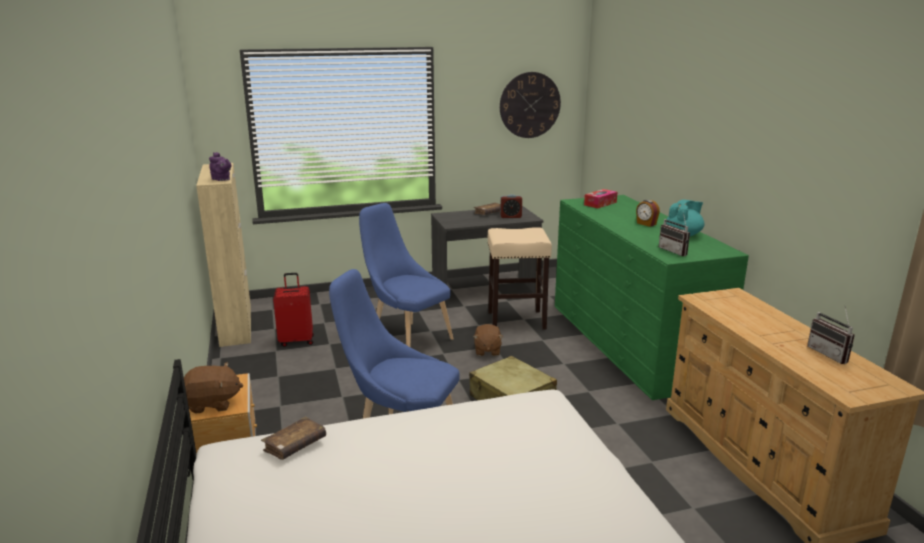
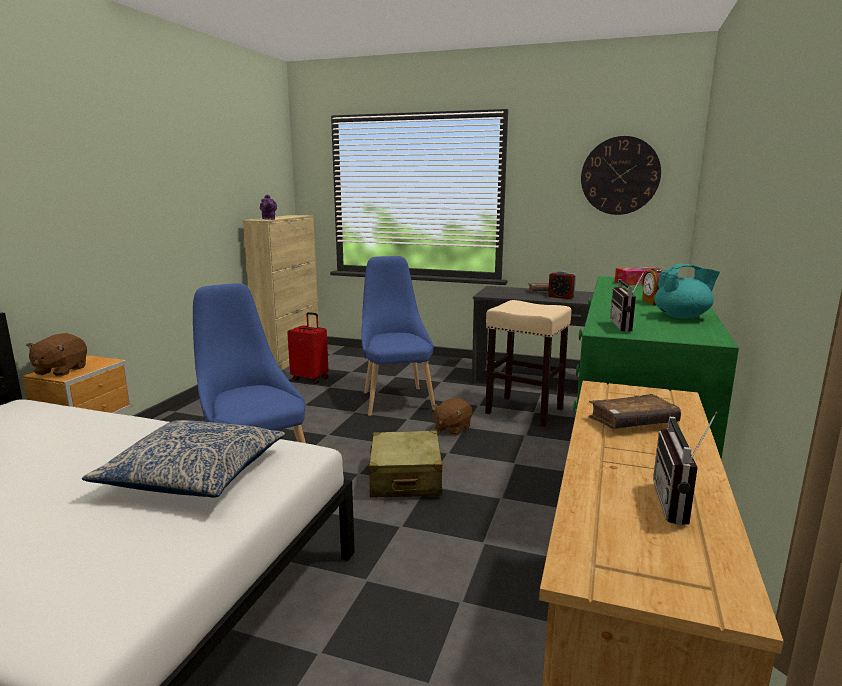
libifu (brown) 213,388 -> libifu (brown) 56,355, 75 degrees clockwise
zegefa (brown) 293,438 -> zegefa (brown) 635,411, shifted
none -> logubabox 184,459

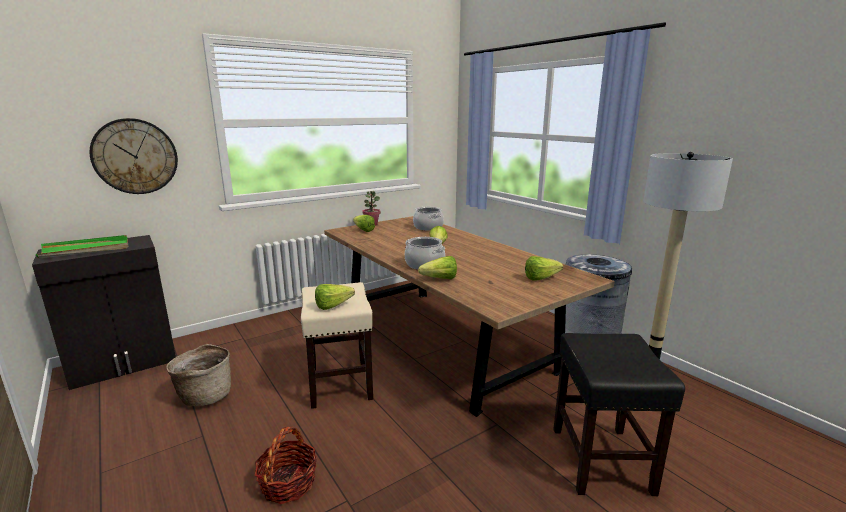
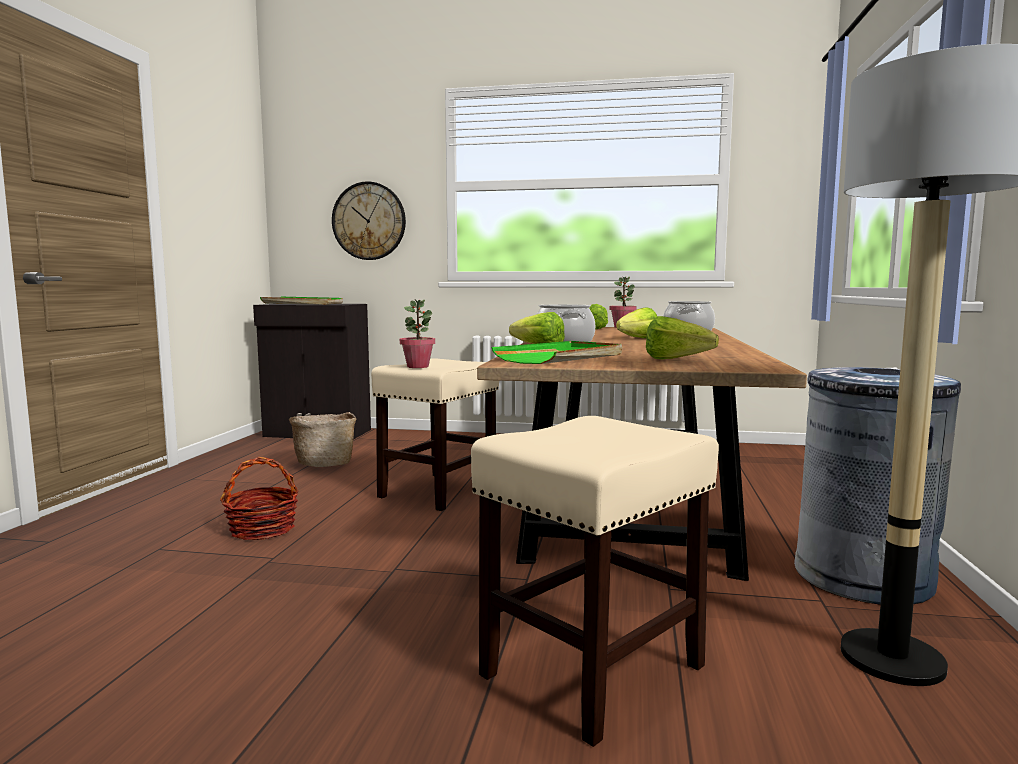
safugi 335,297 -> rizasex 417,333
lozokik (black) 619,414 -> lozokik (beige) 595,581
none -> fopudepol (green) 556,352

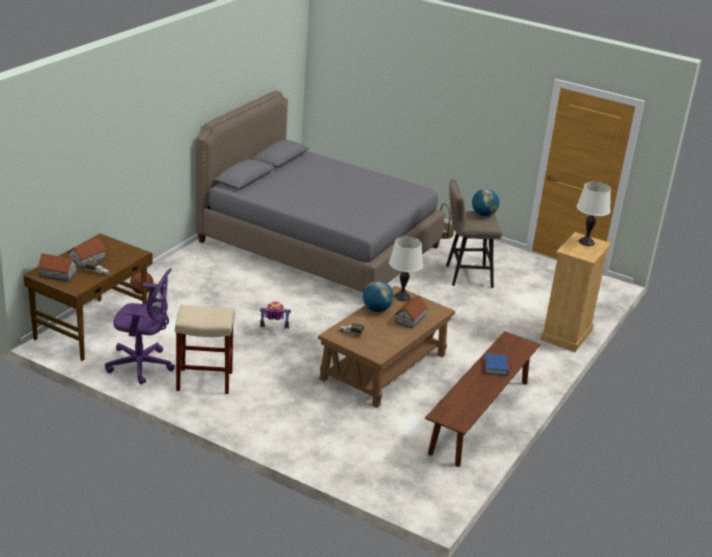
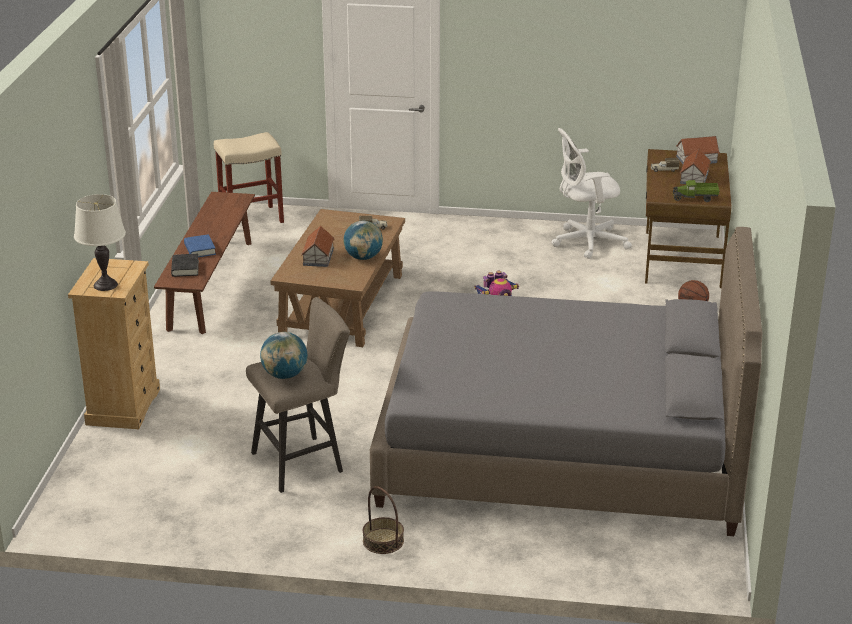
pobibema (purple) 140,326 -> pobibema (white) 591,193
lozokik (beige) 205,349 -> lozokik (beige) 249,177, shifted
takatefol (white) 406,269 -> none
none -> zegefa (black) 185,265
none -> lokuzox 695,191

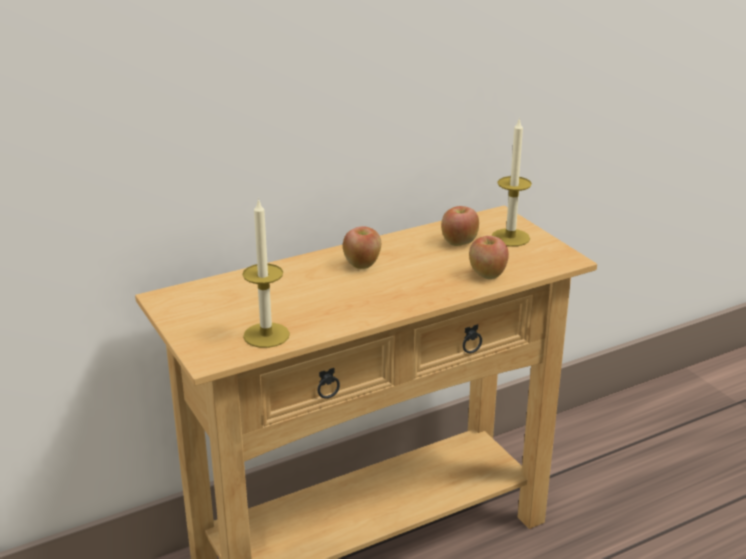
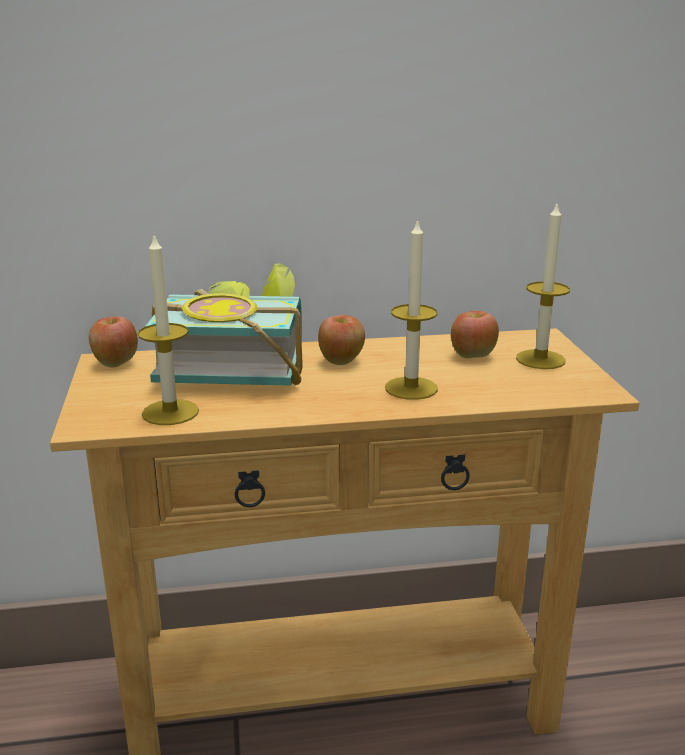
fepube 489,257 -> fepube 113,342, shifted
none -> zegefa 224,324
none -> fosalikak 411,309

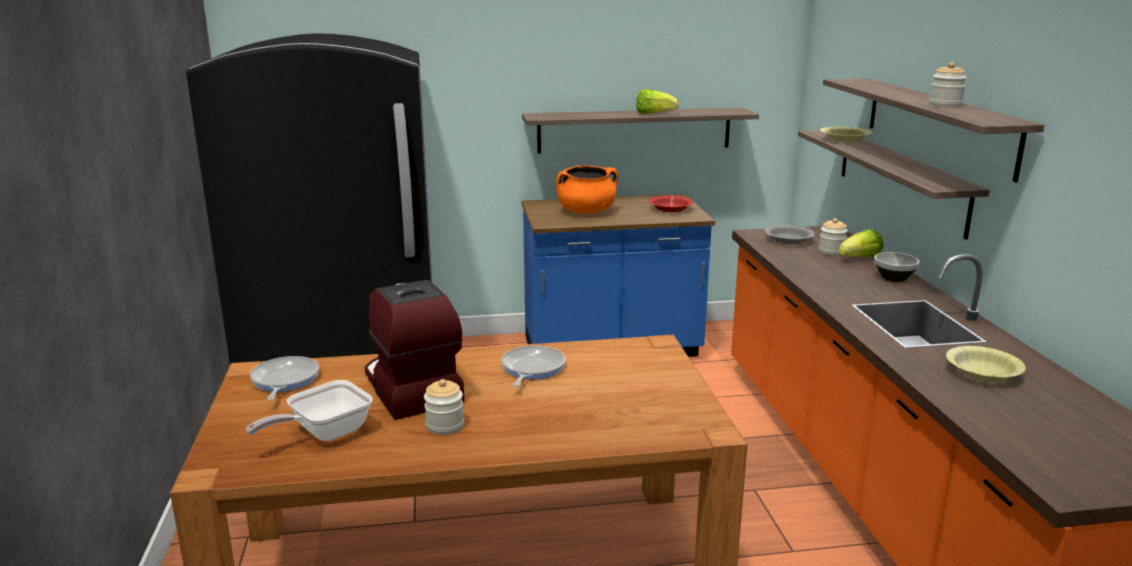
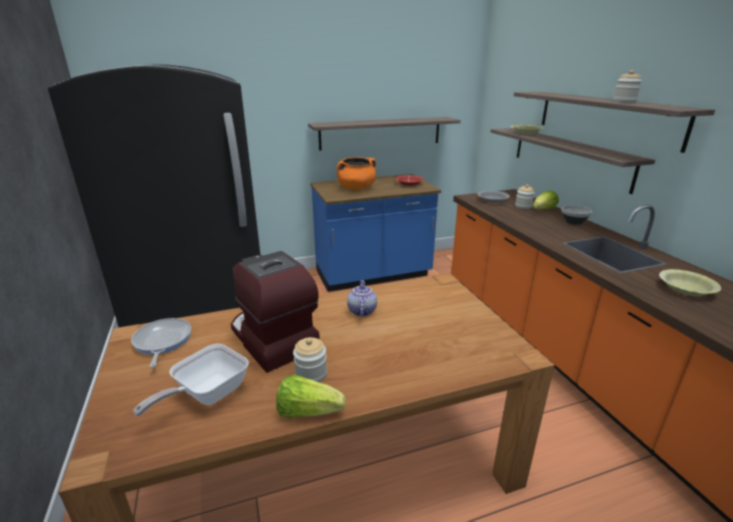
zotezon 533,366 -> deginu 362,298
safugi 657,101 -> safugi 311,396, shifted

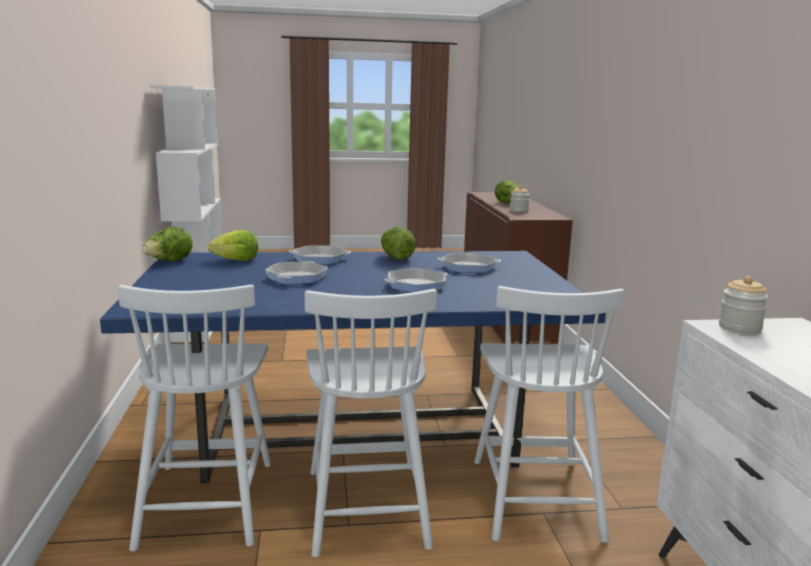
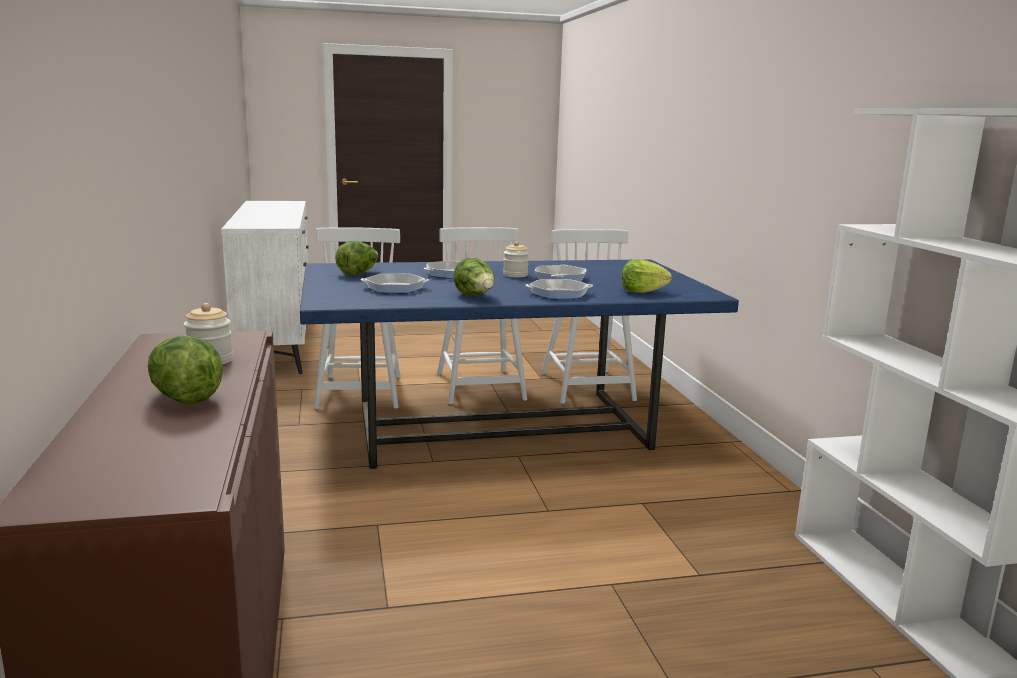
safugi 167,244 -> safugi 356,258, shifted
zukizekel 743,305 -> zukizekel 516,259, shifted

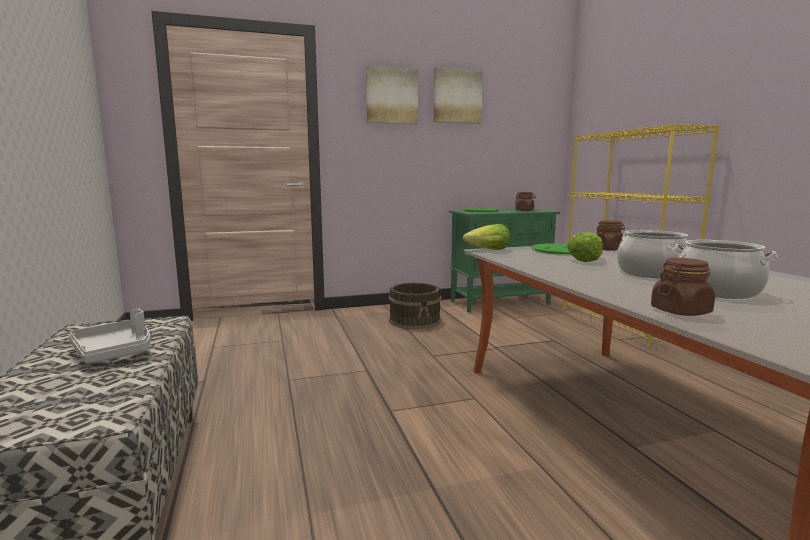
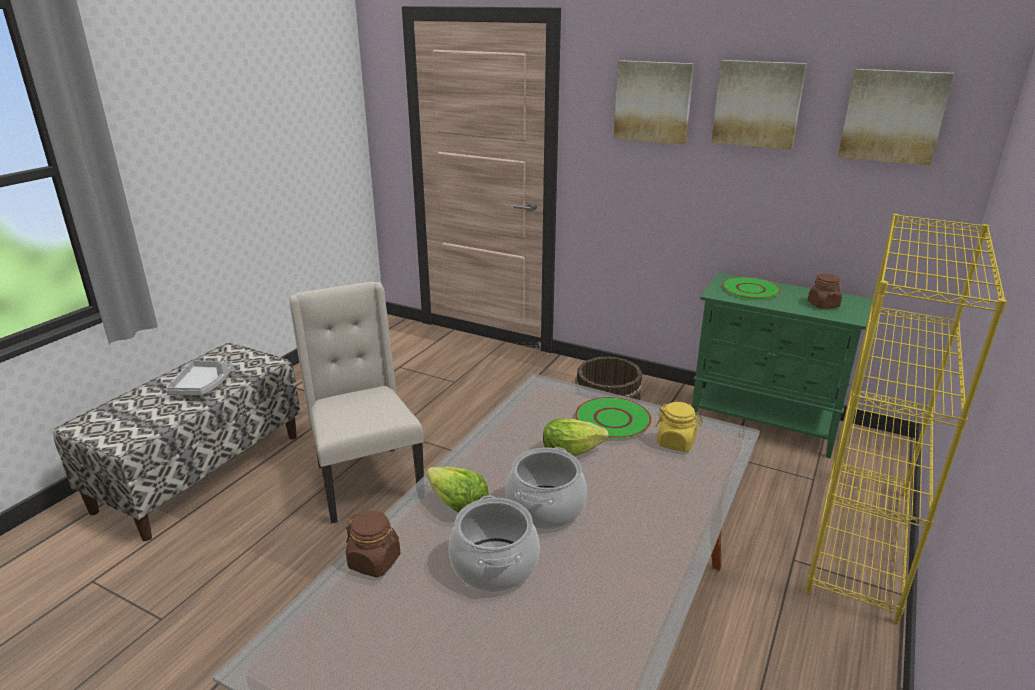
safugi 486,237 -> safugi 457,490, shifted
zukizekel (brown) 610,235 -> zukizekel (yellow) 679,427
none -> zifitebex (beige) 356,402
none -> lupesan 896,117

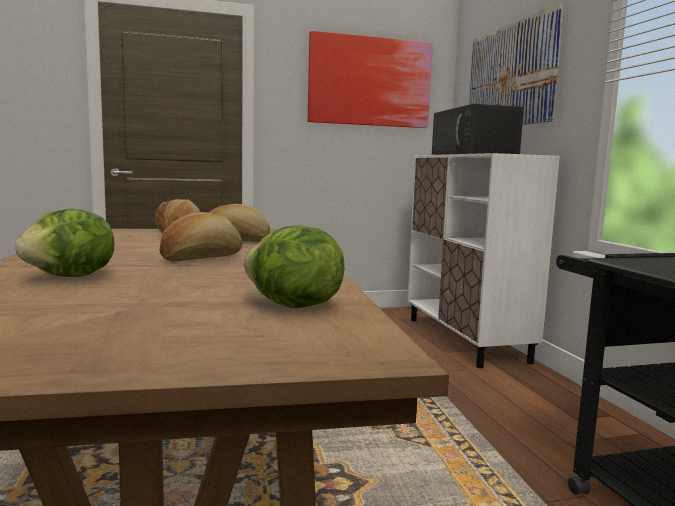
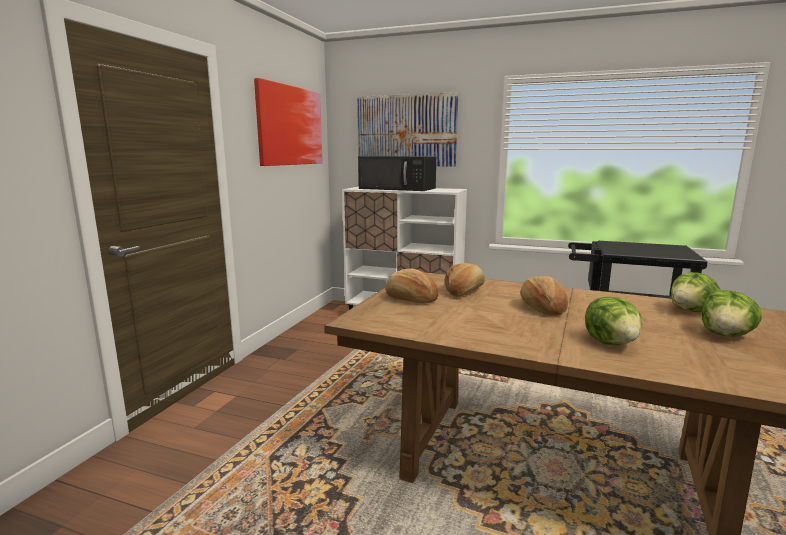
none -> safugi 732,313

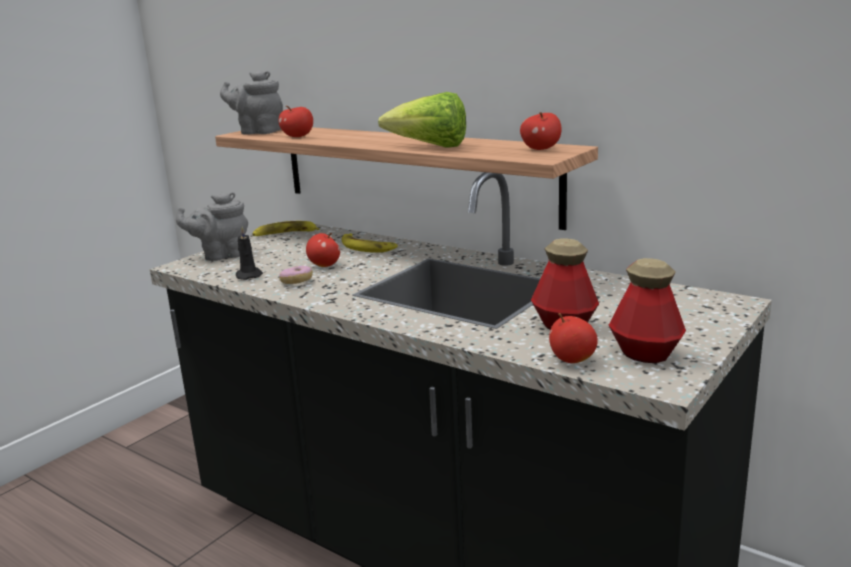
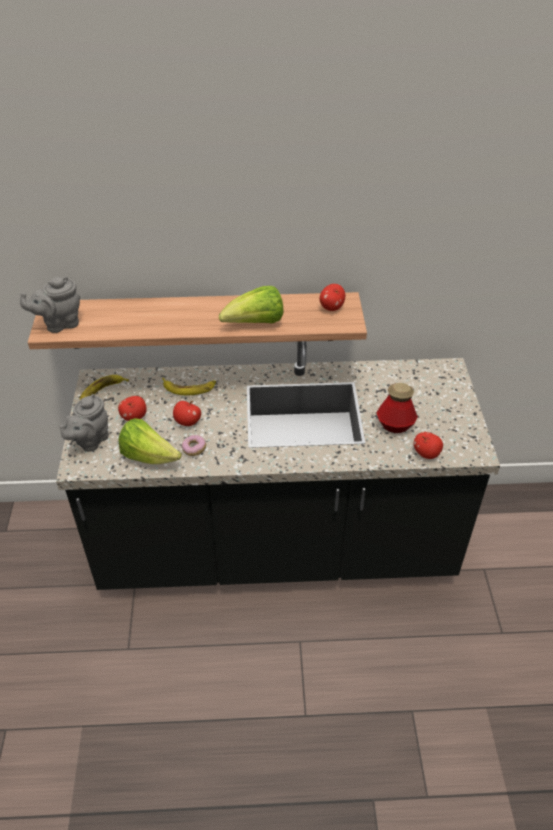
fosalikak (black) 249,253 -> safugi 150,441
fepube 296,121 -> fepube 132,408, shifted
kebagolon 647,310 -> none

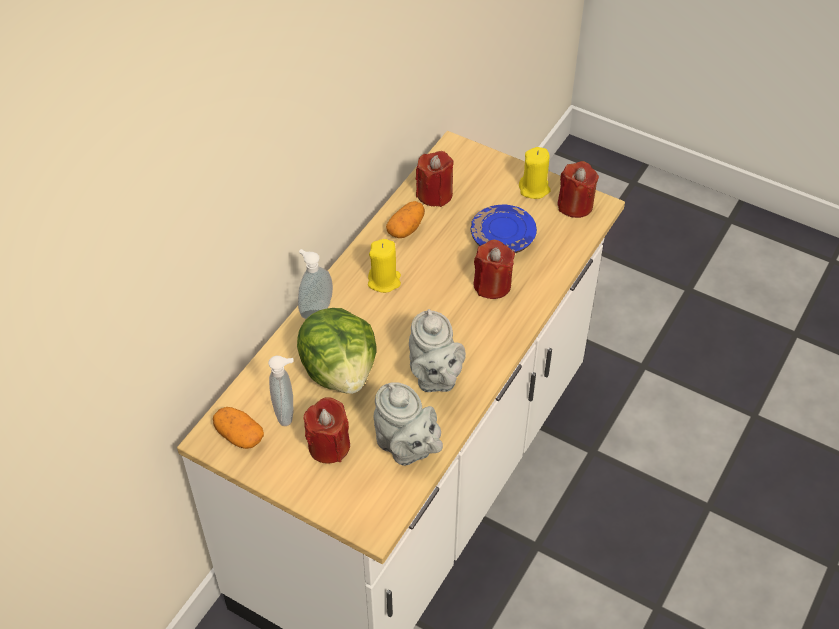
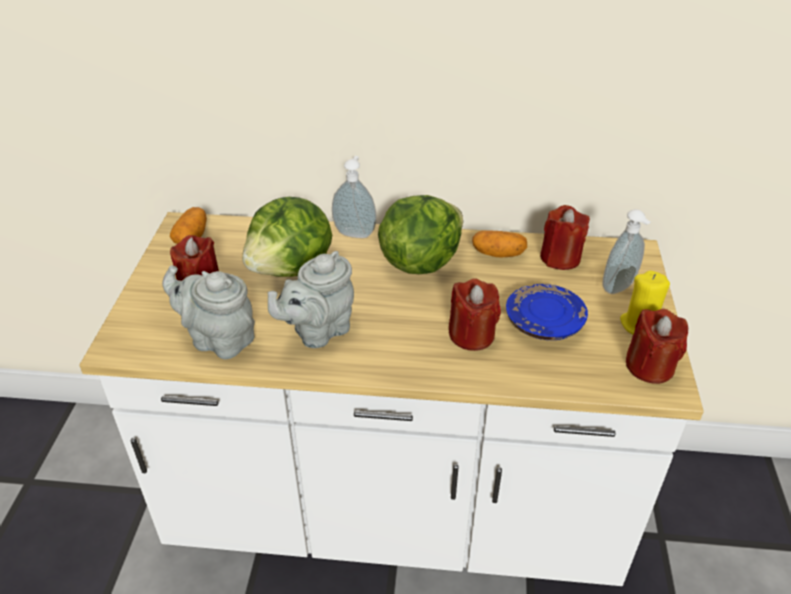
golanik 281,391 -> golanik 626,251, shifted
fosalikak (yellow) 384,266 -> safugi 420,234
deginu (grey) 408,424 -> deginu (grey) 208,312, 90 degrees clockwise

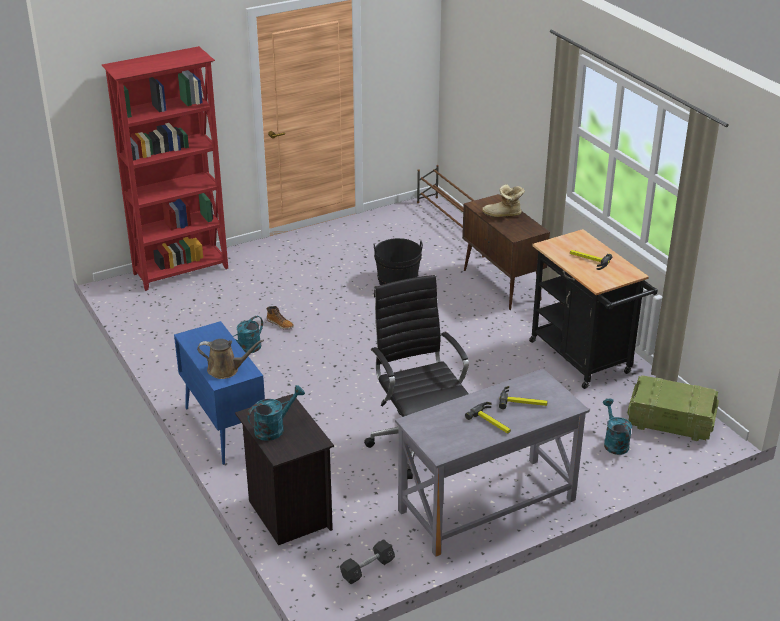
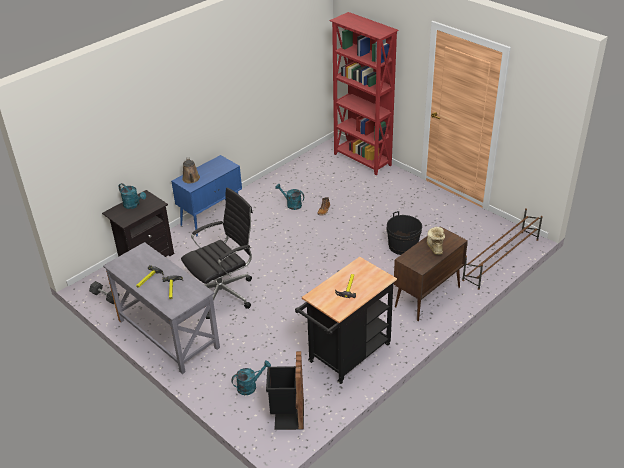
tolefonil 673,408 -> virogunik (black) 285,390

